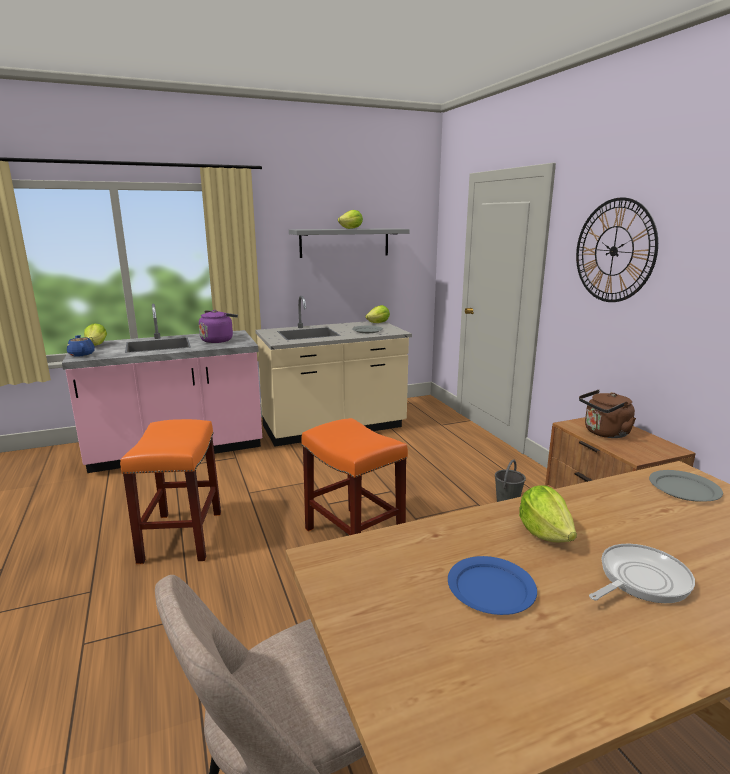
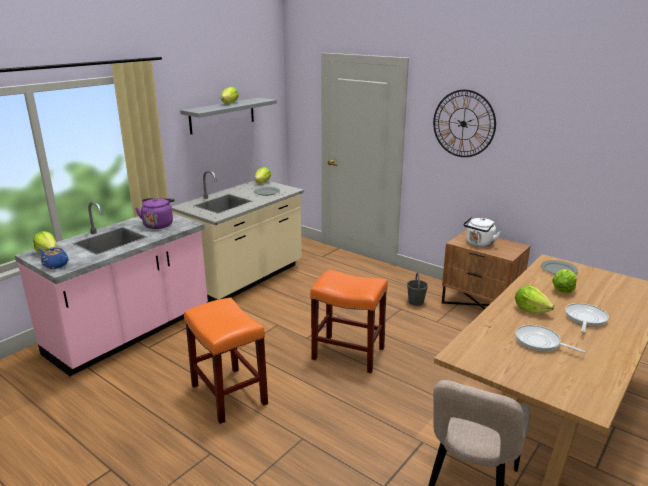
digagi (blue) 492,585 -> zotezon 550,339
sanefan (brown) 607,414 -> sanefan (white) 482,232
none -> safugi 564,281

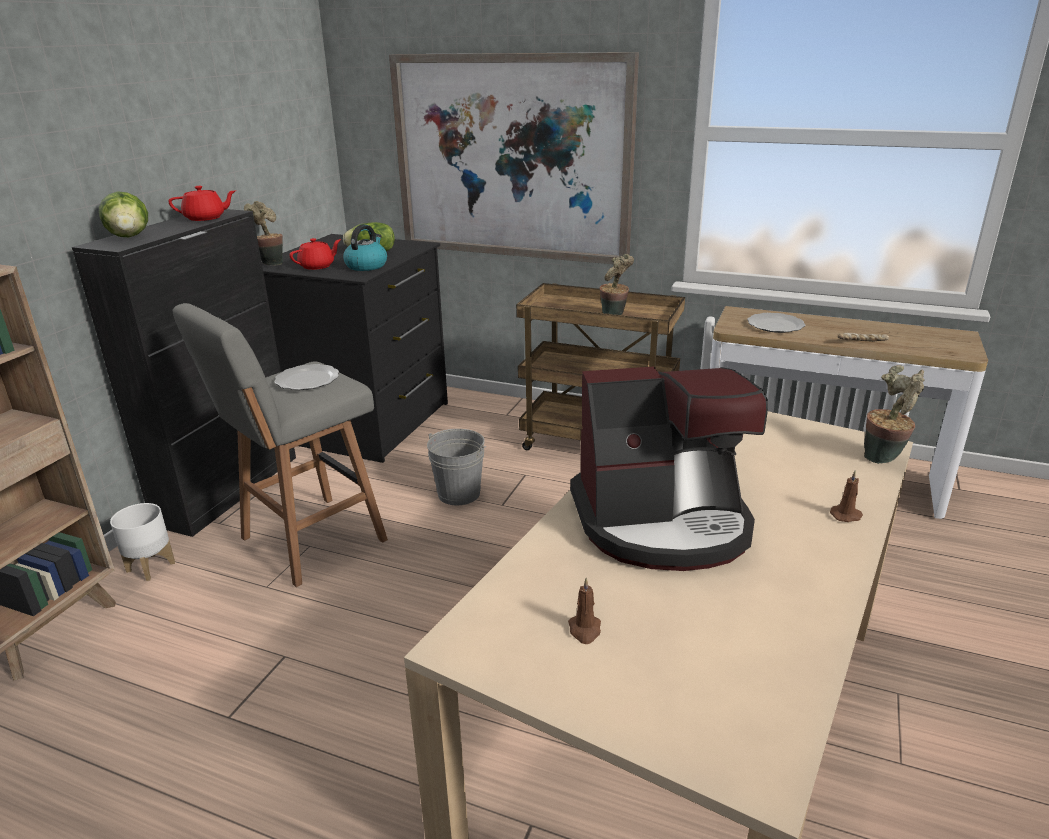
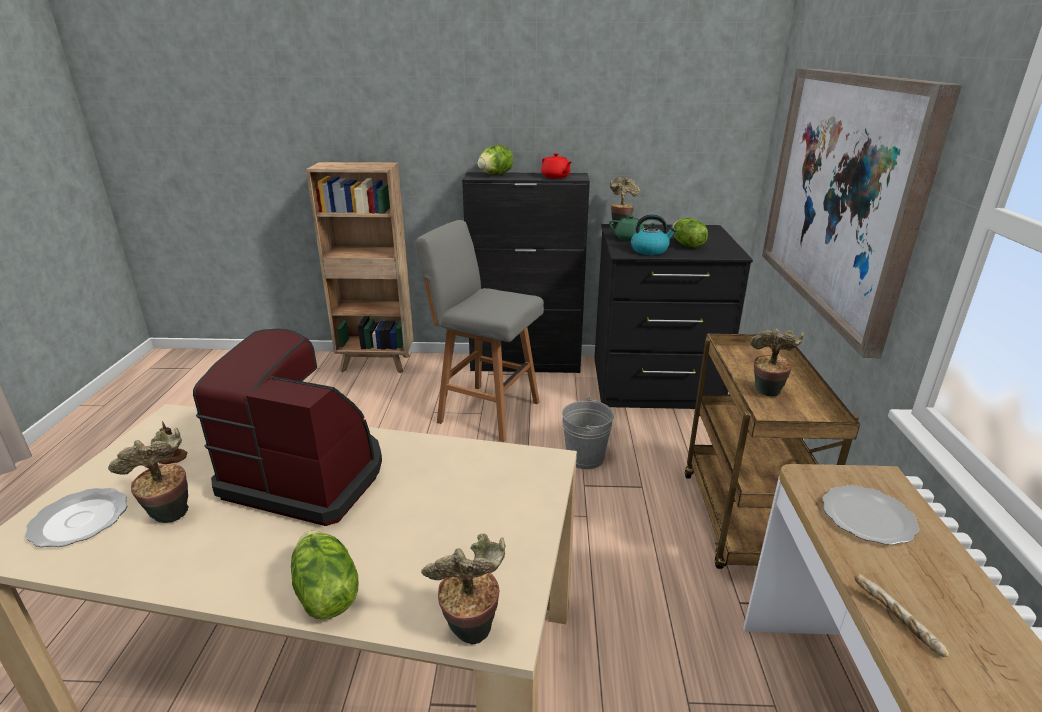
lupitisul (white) 142,542 -> none
digagi 306,377 -> digagi 76,517, shifted
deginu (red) 315,254 -> deginu (green) 632,228
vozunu 669,469 -> vozunu 287,427, 135 degrees clockwise
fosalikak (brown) 846,496 -> safugi 325,575
none -> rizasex 148,475

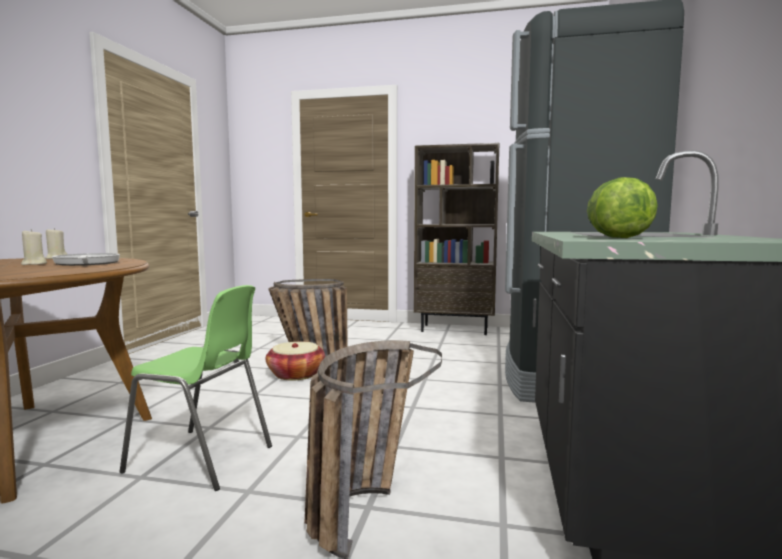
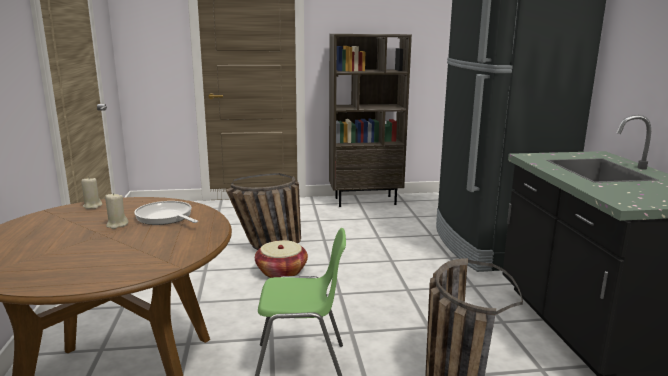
safugi 622,207 -> none

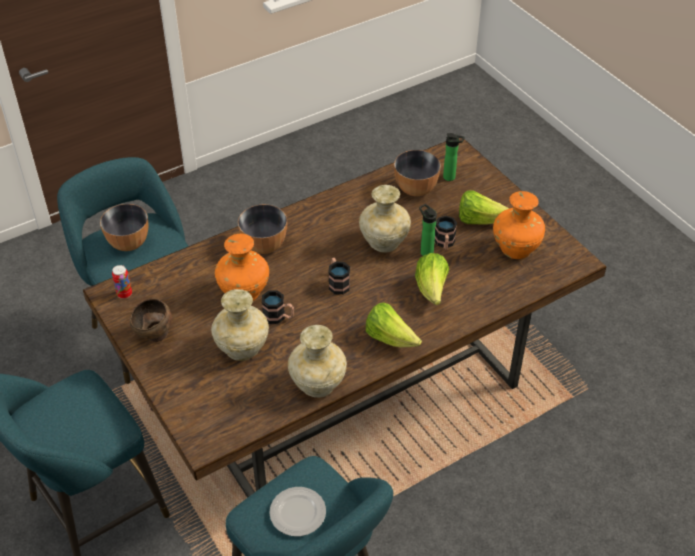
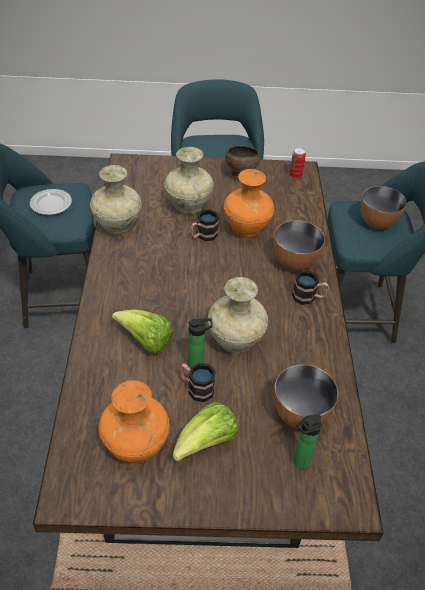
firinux 339,276 -> firinux 310,287, shifted
safugi 394,324 -> none

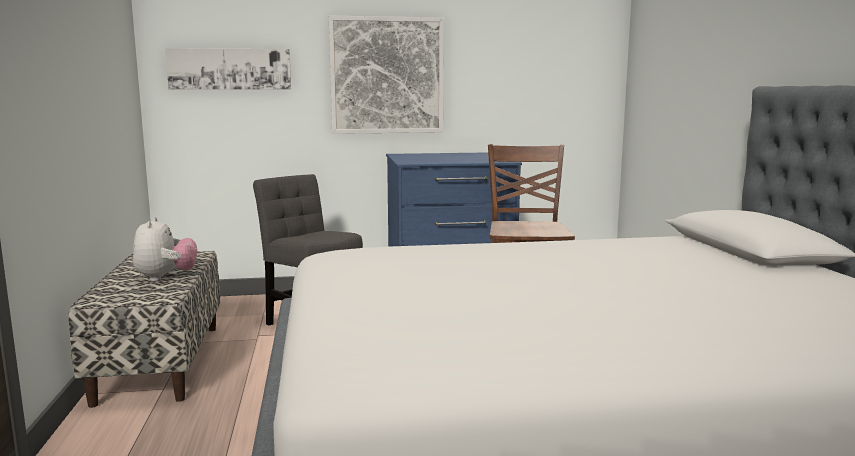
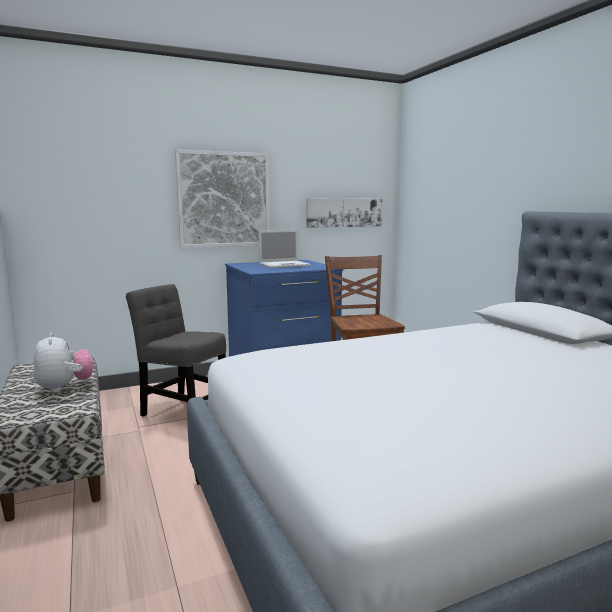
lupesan 228,69 -> lupesan 344,213, shifted
none -> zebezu 284,248

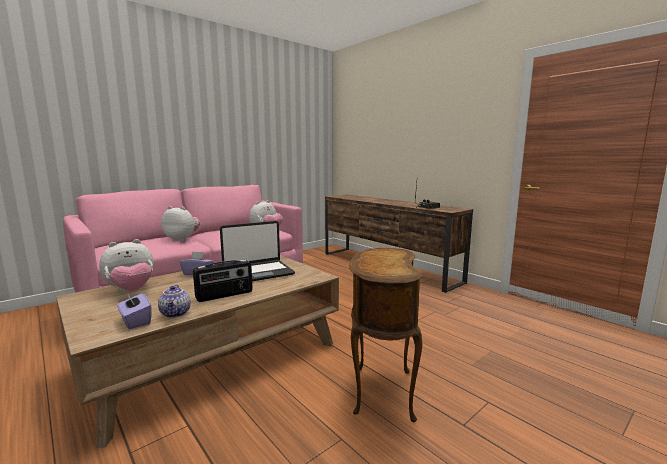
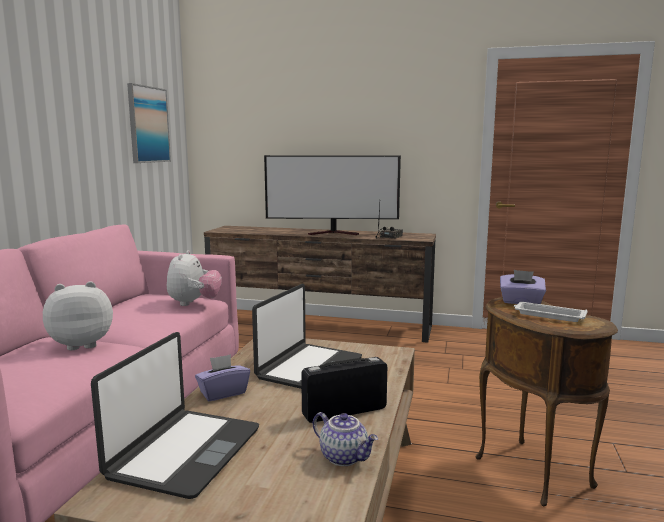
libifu 126,265 -> zebezu 175,415
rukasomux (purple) 134,310 -> rukasomux (purple) 523,287, shifted
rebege 223,281 -> rebege 344,390, 135 degrees counterclockwise
none -> lupesan 149,123
none -> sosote 332,195
none -> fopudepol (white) 551,312

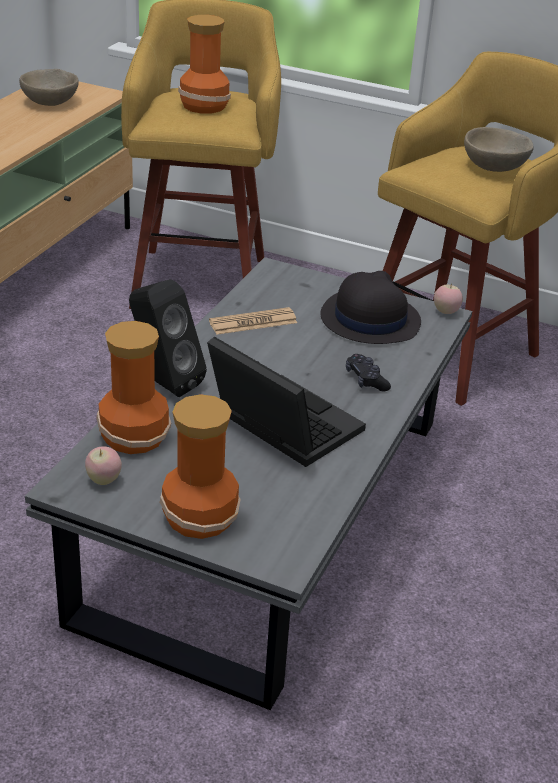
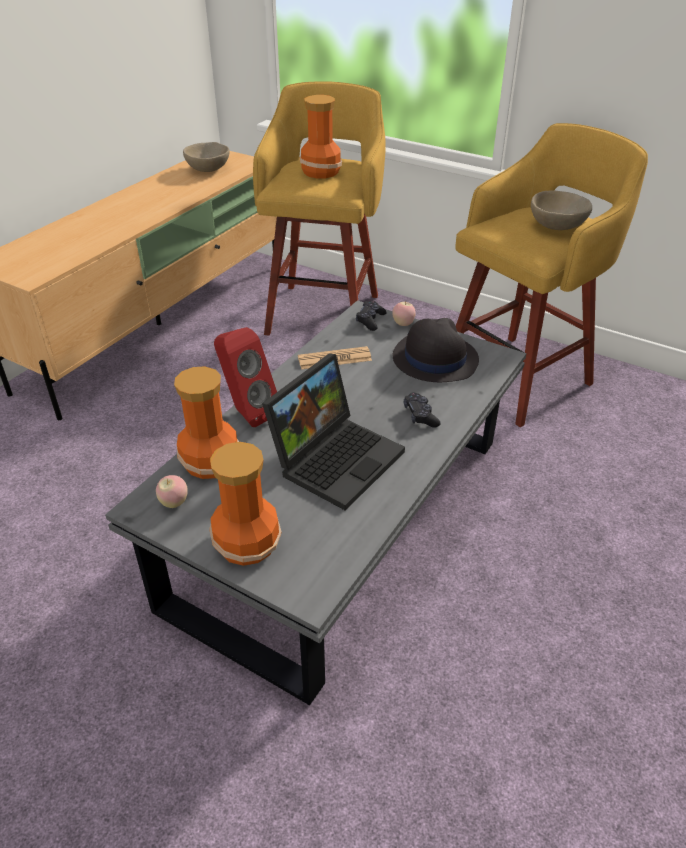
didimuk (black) 168,338 -> didimuk (red) 245,377
zebezu 286,401 -> zebezu 333,431, 75 degrees clockwise
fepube 448,298 -> fepube 404,314, shifted
none -> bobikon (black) 371,316

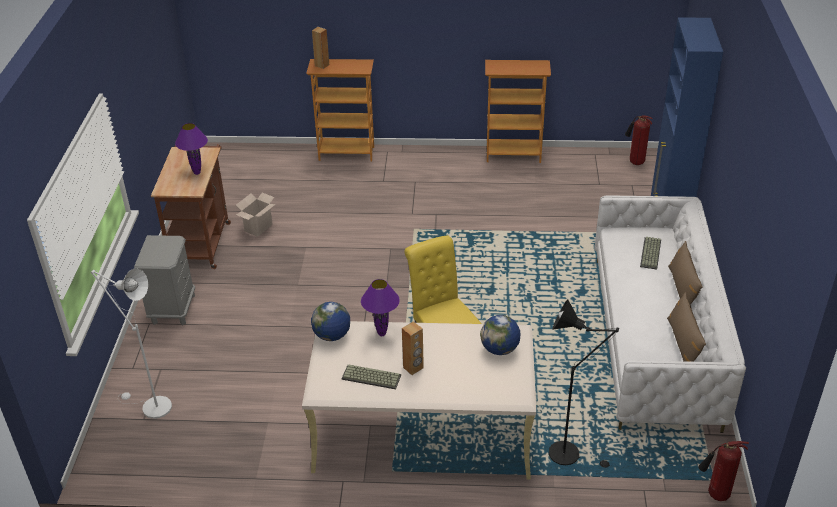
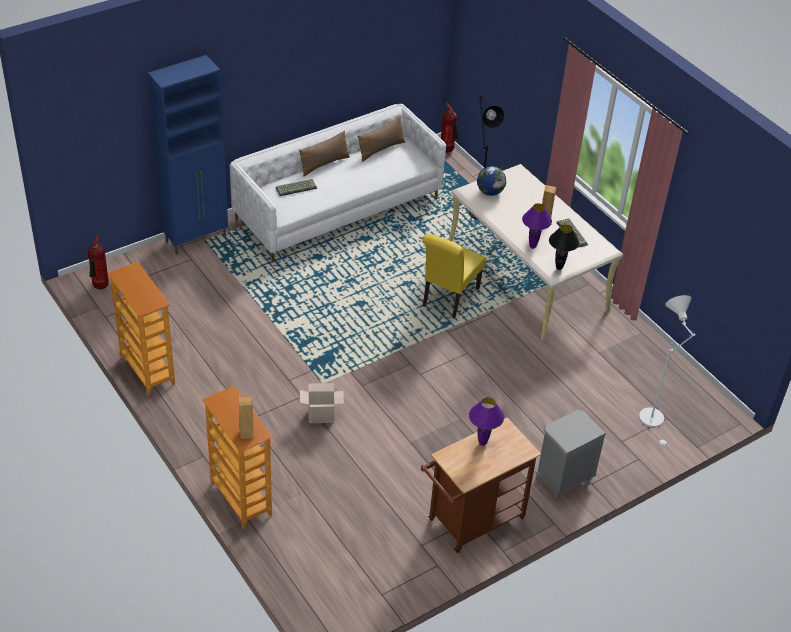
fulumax 256,215 -> fulumax 322,403, shifted
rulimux 330,321 -> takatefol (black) 564,247

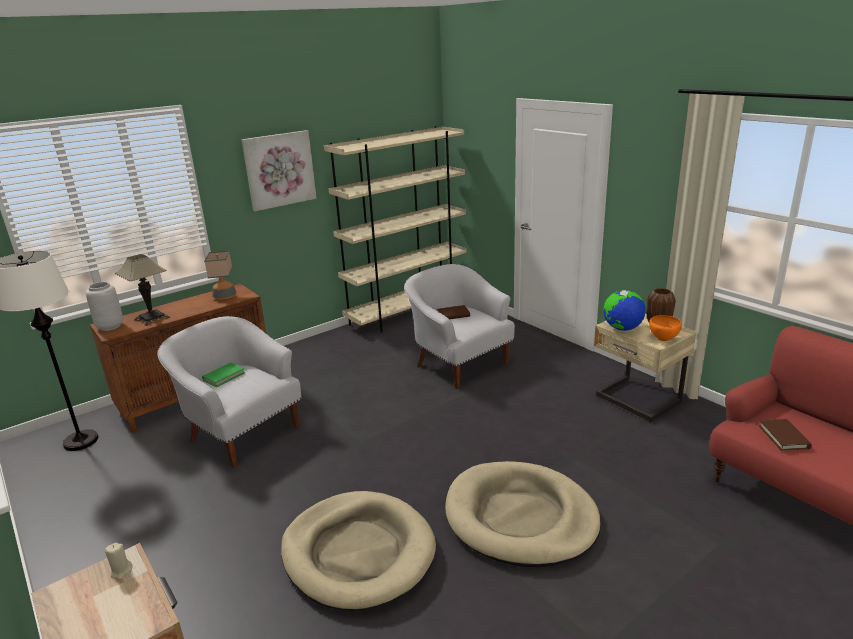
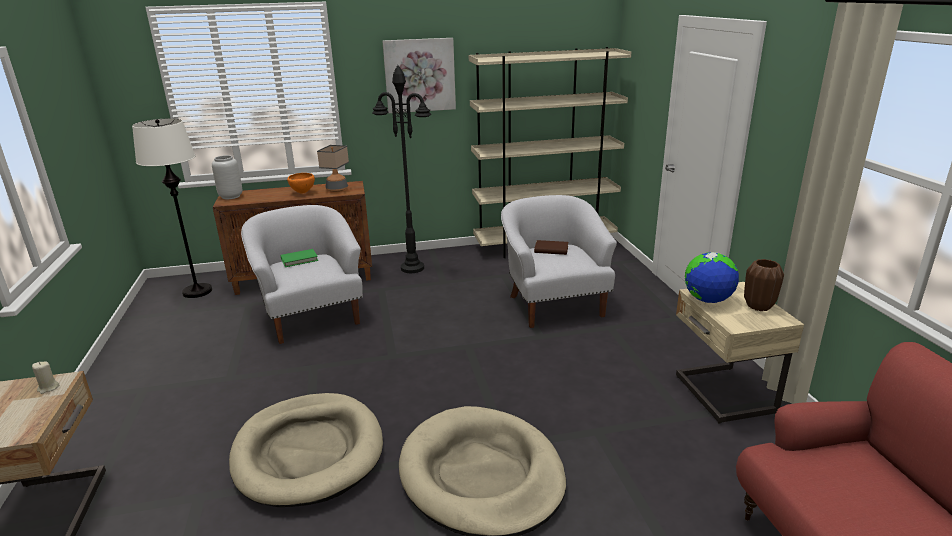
takatefol 142,290 -> none
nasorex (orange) 665,328 -> nasorex (orange) 301,183, shifted
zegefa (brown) 785,435 -> none
none -> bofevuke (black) 401,169

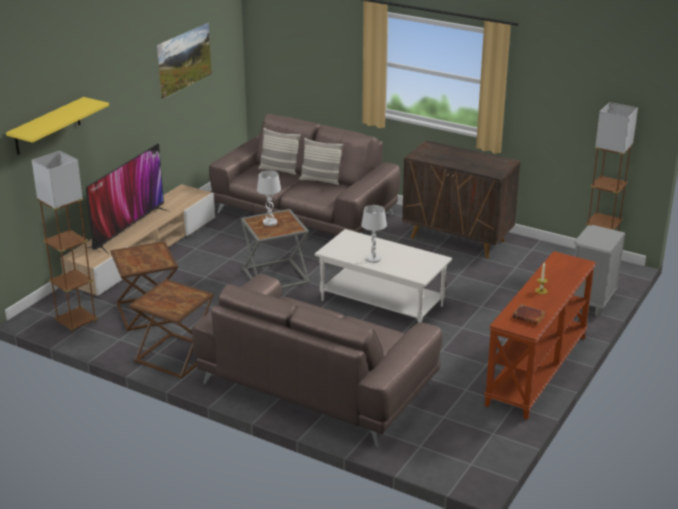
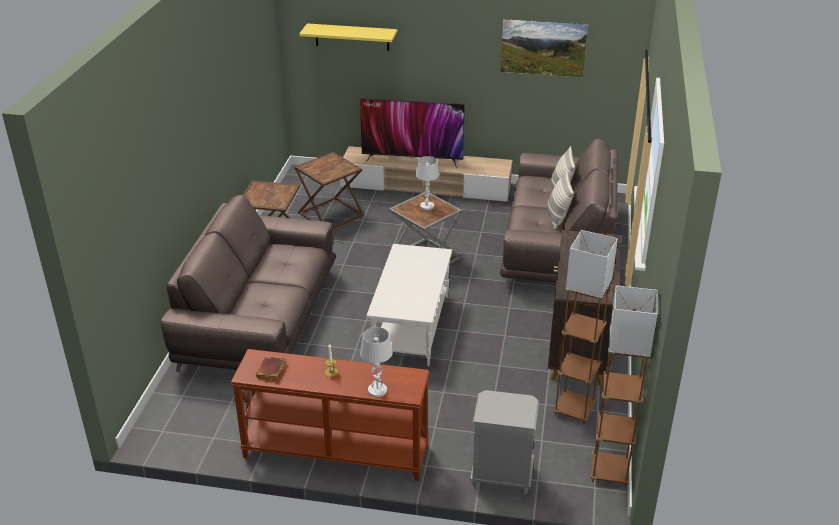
bofevuke (brown) 65,242 -> bofevuke (brown) 585,327, shifted
takatefol (white) 374,234 -> takatefol (white) 376,362, shifted

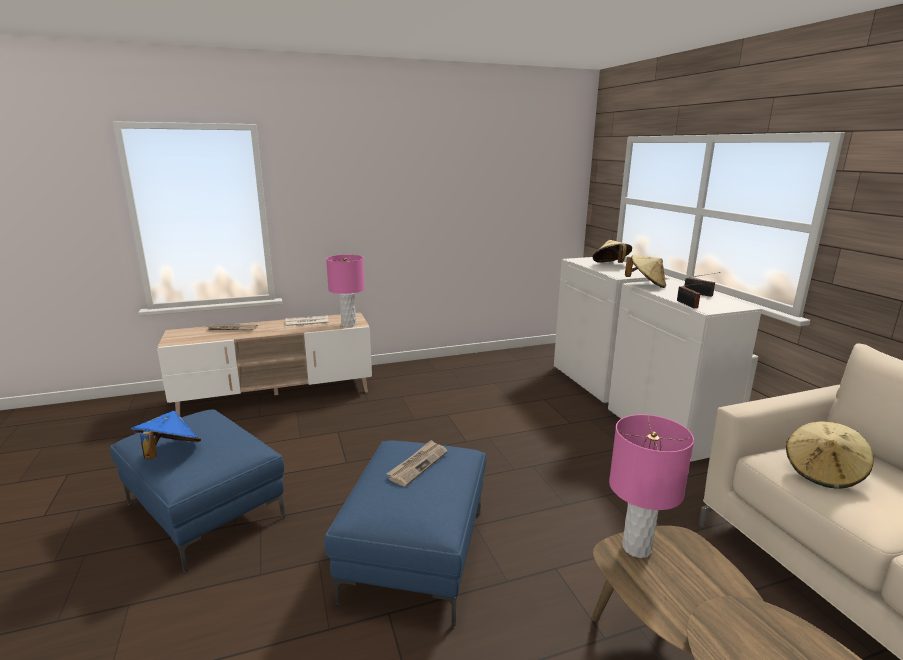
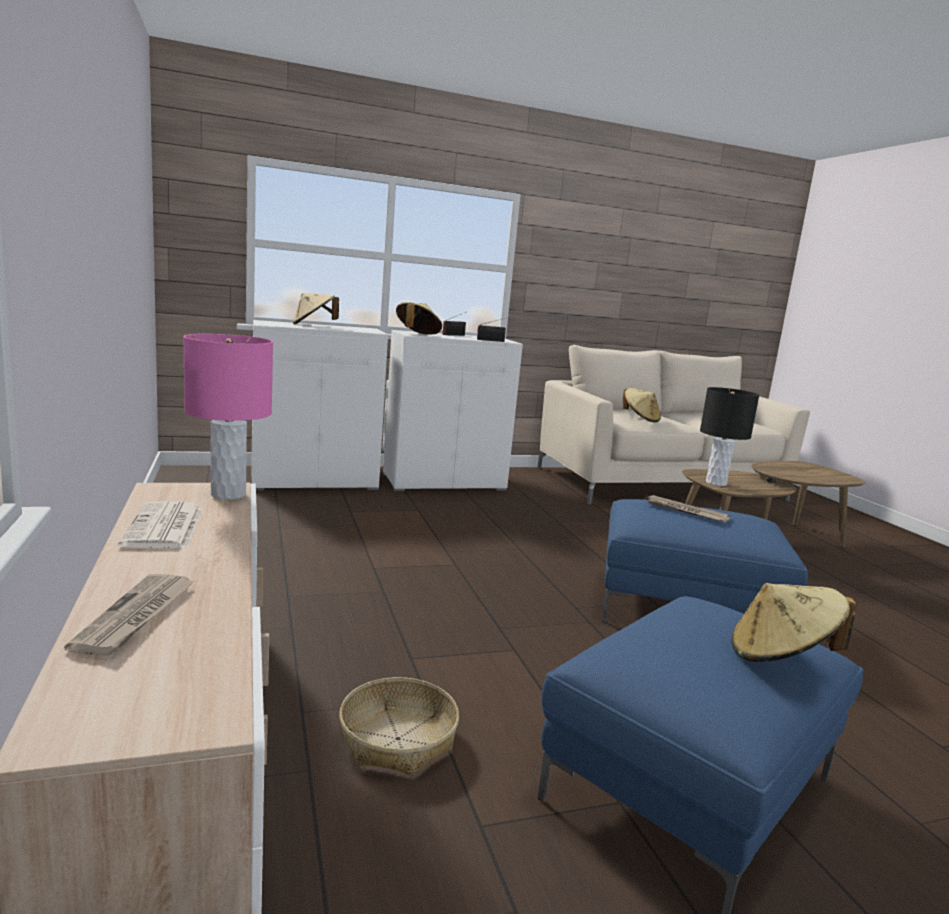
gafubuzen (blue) 166,435 -> gafubuzen (beige) 794,622
takatefol (pink) 651,486 -> takatefol (black) 729,436
none -> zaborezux 399,726

